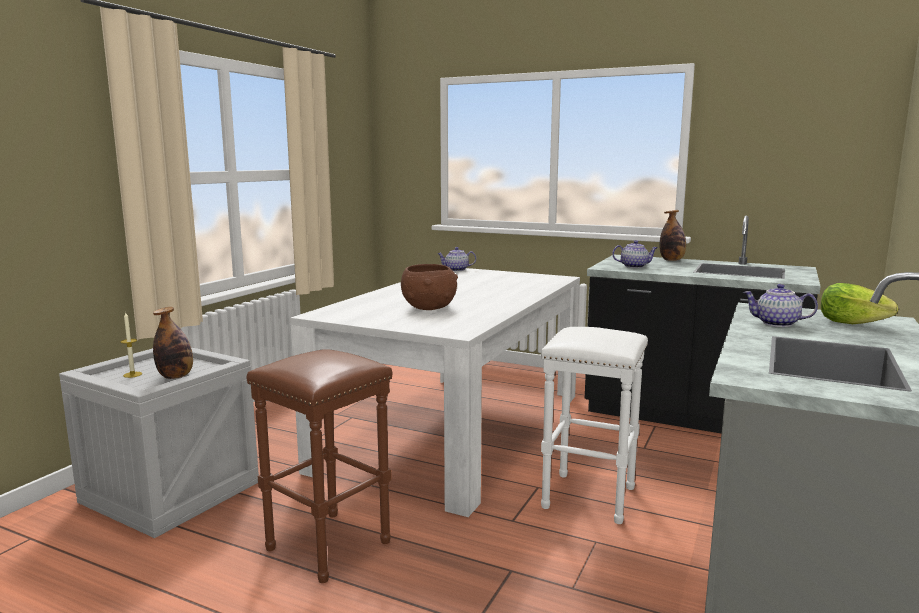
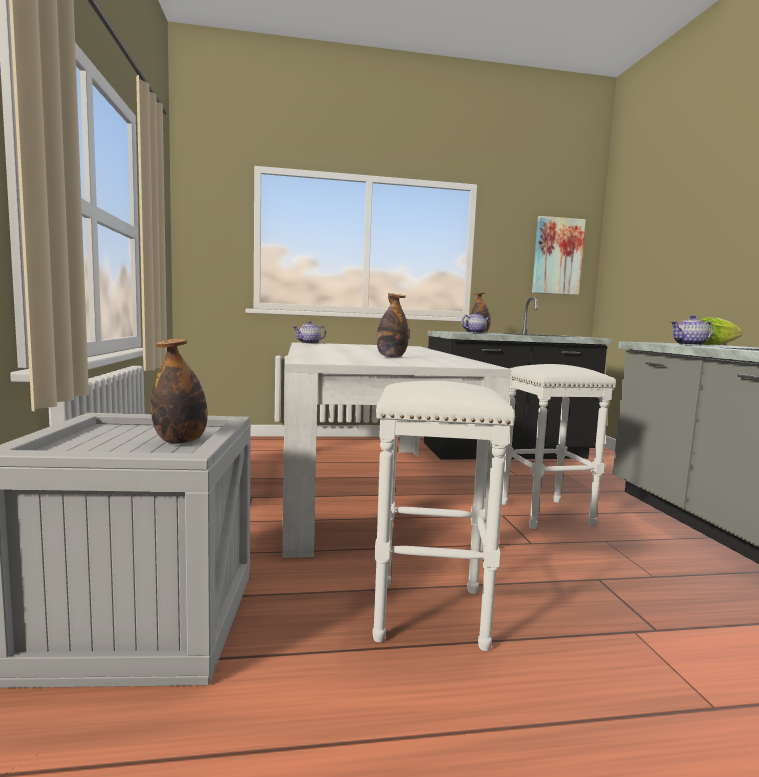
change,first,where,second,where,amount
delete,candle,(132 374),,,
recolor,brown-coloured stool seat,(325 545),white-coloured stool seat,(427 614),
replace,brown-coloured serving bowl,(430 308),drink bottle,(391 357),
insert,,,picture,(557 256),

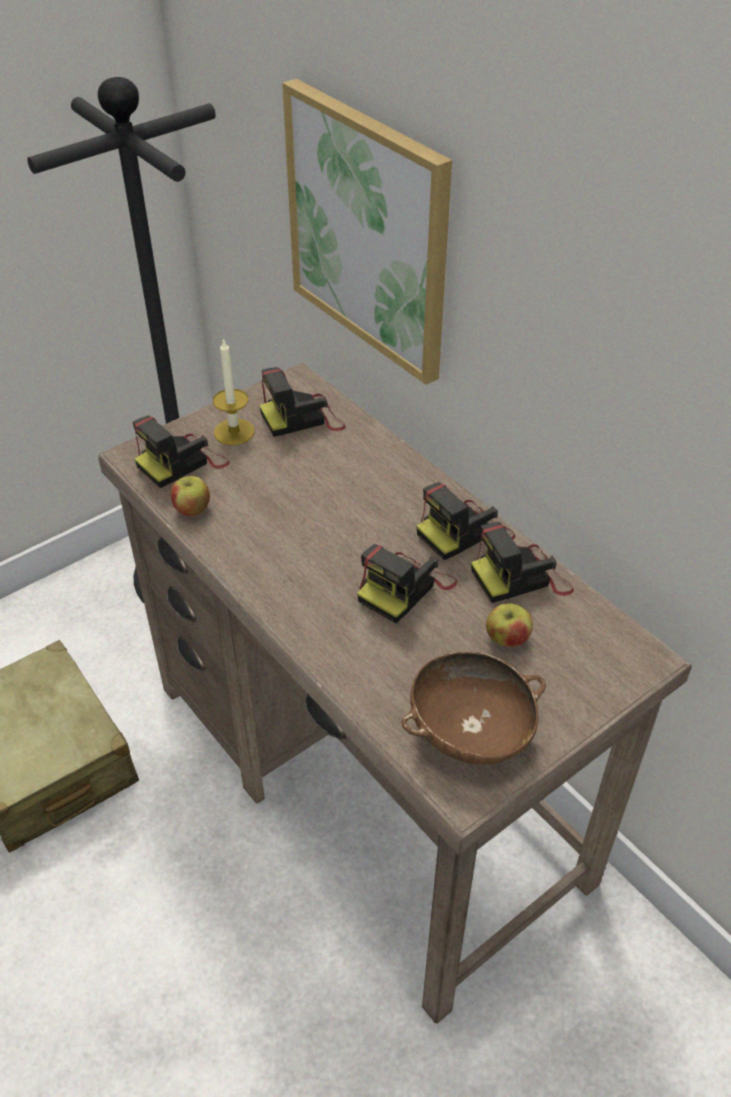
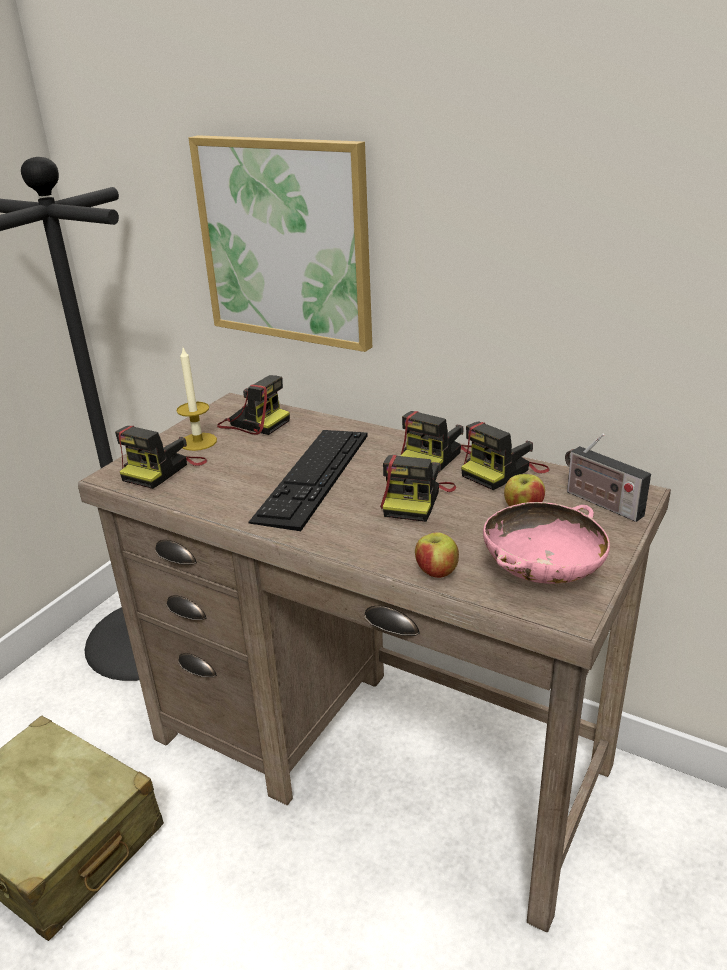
change,first,where,second,where,amount
move,apple,(192 509),,(436 572),
rotate,photo camera,(303 418),,(253 422),105 degrees counterclockwise
recolor,brown-coloured serving bowl,(470 732),pink-coloured serving bowl,(542 572),
insert,,,computer keyboard,(313 476),
insert,,,radio,(600 503),

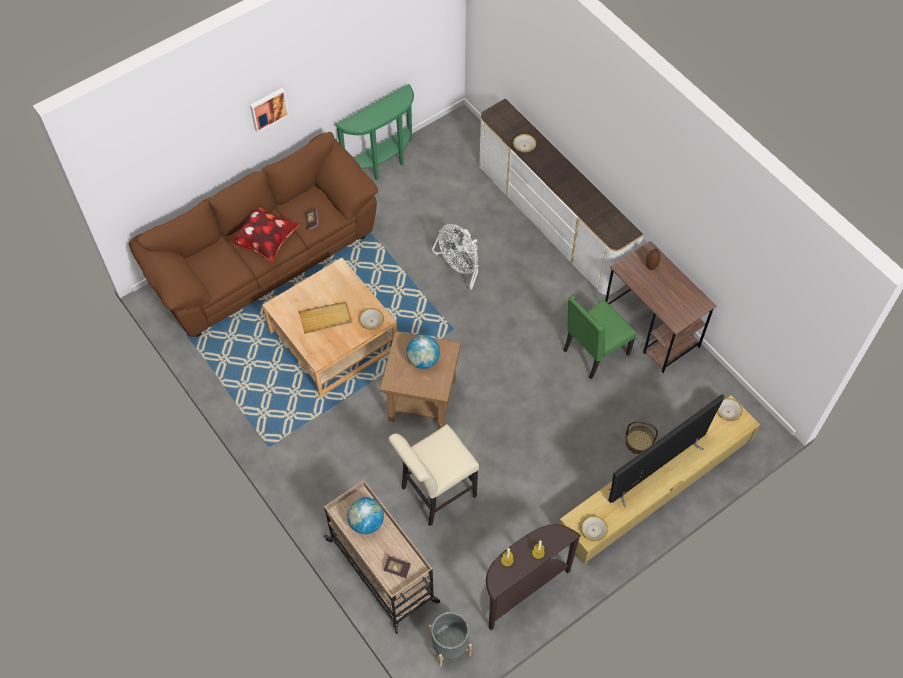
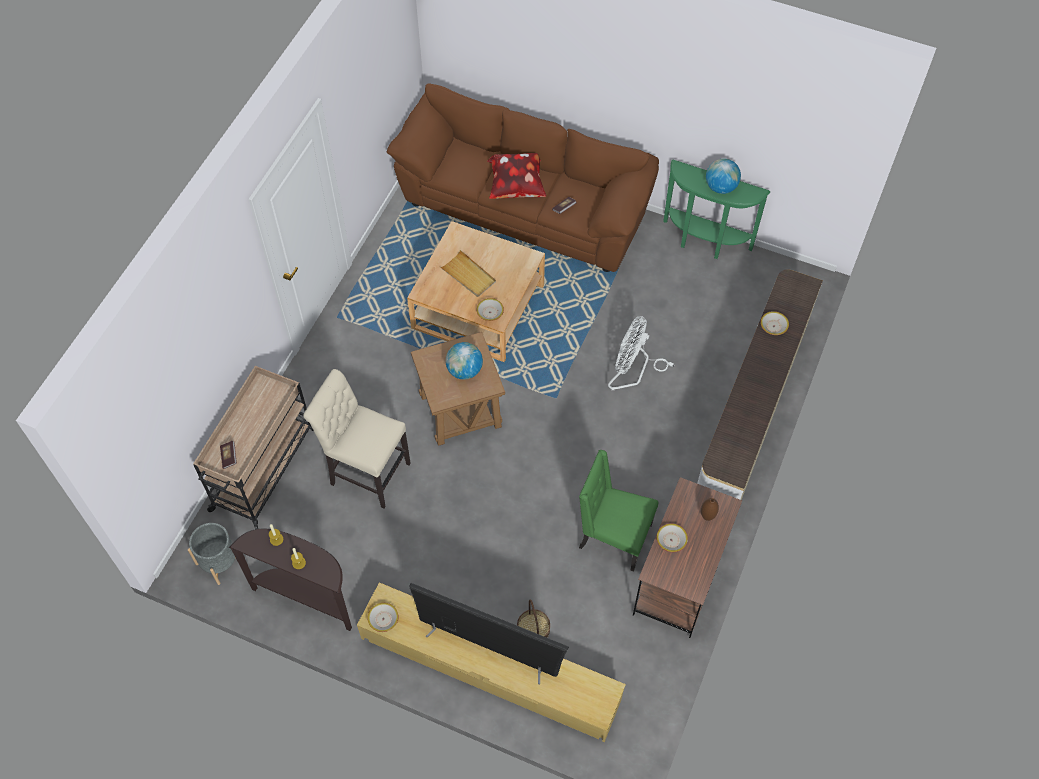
change,first,where,second,where,amount
delete,picture,(268 109),,,
move,globe,(366 522),,(720 187),
move,serving bowl,(728 412),,(671 540),

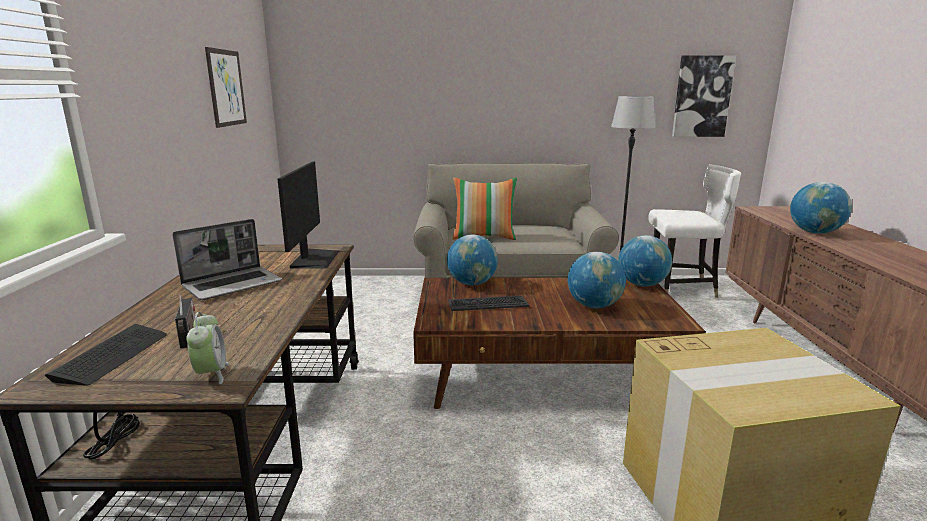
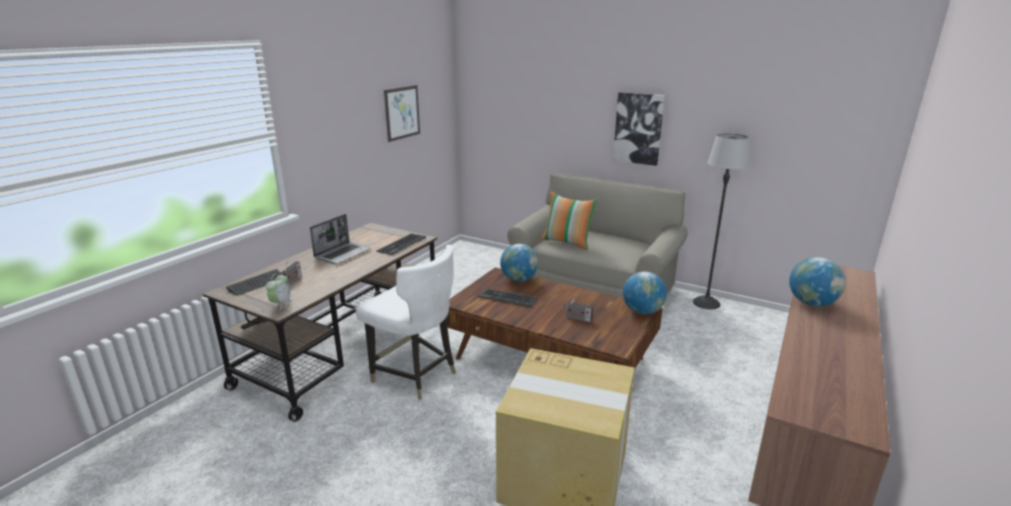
change,first,where,second,where,amount
rotate,notebook computer,(233 284),,(343 254),45 degrees counterclockwise
replace,computer screen,(314 259),computer keyboard,(401 244),
replace,globe,(594 306),radio,(577 318),
move,white-coloured plain chair,(682 288),,(415 375),
move,picture,(702 96),,(638 128),

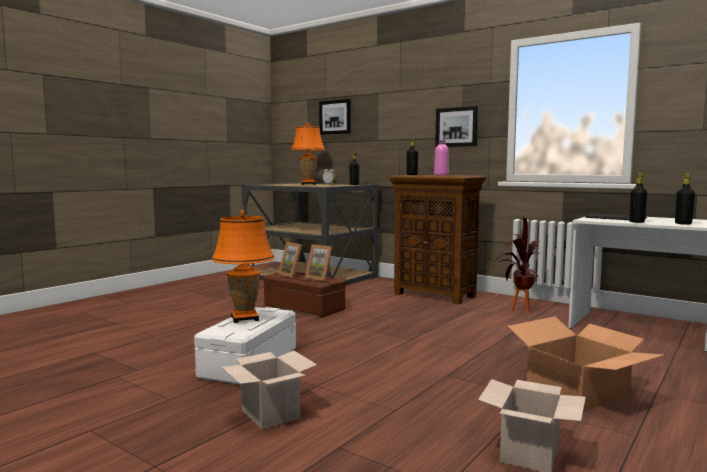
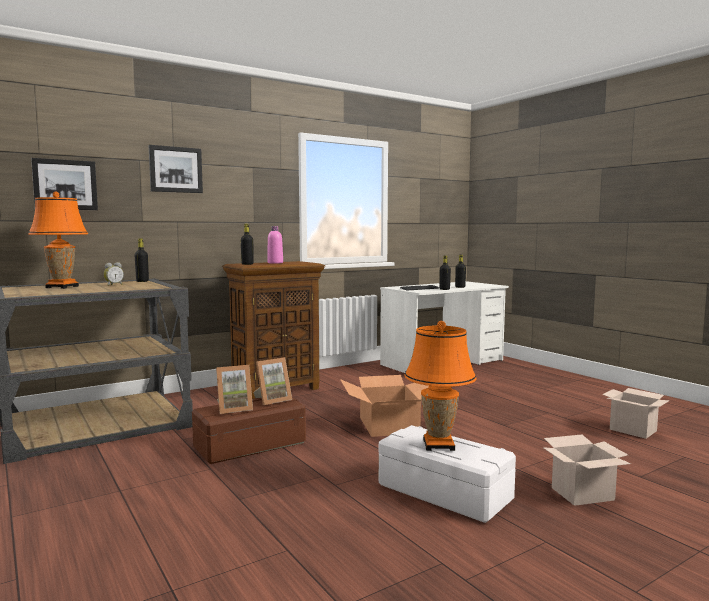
change,first,where,second,where,amount
move,picture,(456 127),,(175 169),
delete,plant in a pot,(516 311),,,
move,cardboard box,(578 391),,(389 425),

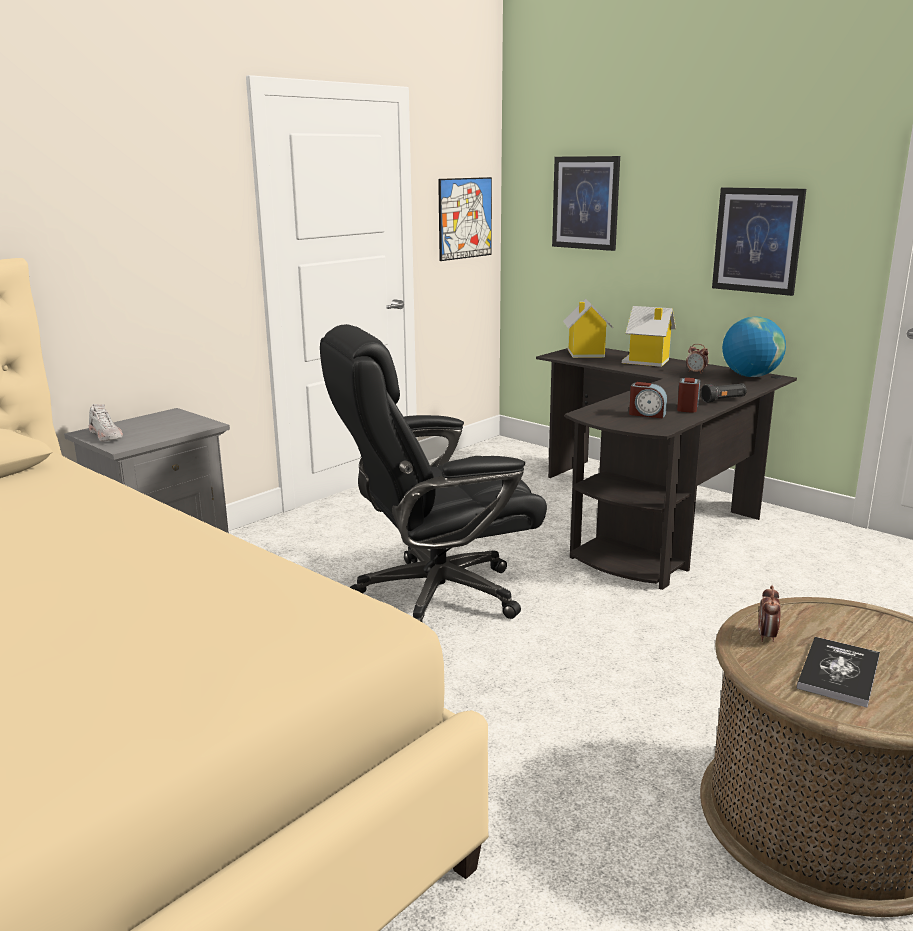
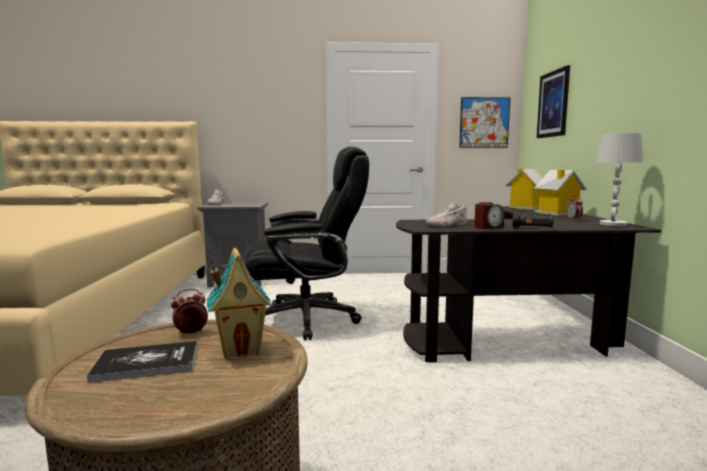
change,first,where,second,where,amount
rotate,black computer chair,(437 595),,(306 319),150 degrees clockwise
replace,table clock,(647 414),white-coloured low shoe,(446 225),
delete,picture,(757 240),,,
replace,globe,(750 376),white-coloured tabletop lamp,(613 224),
insert,,,miniature house,(241 349),

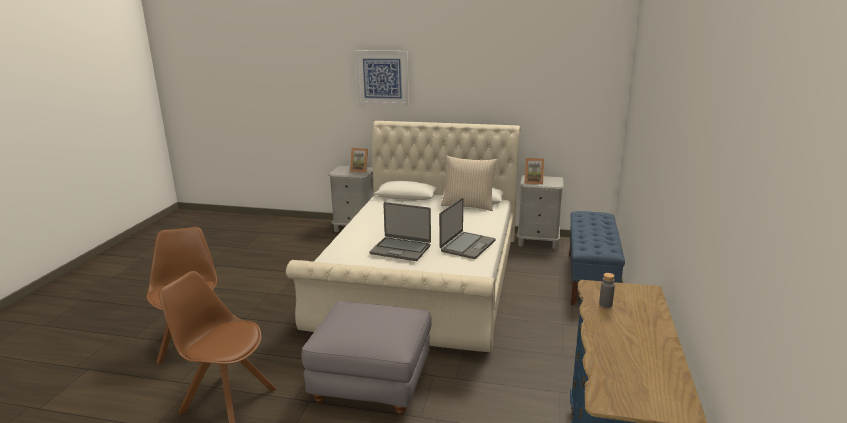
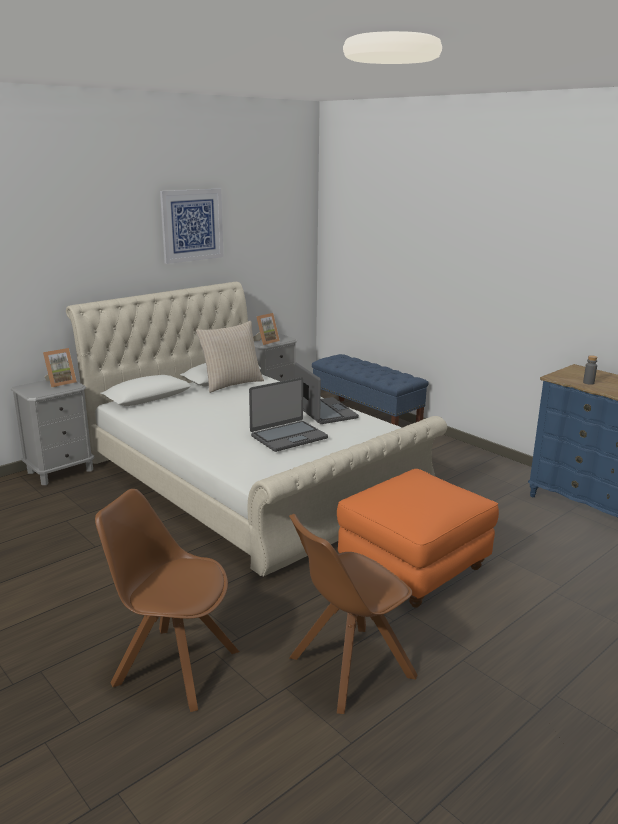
change,first,where,second,where,amount
recolor,grey ottoman,(372 383),orange ottoman,(413 568),
move,picture,(382 78),,(192 225),

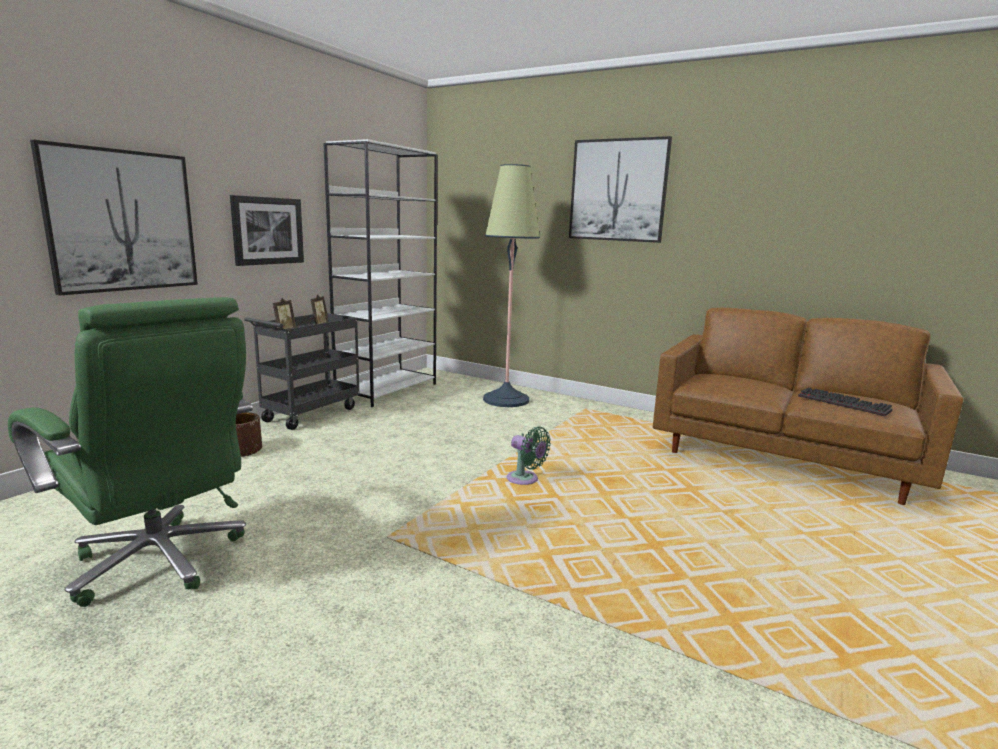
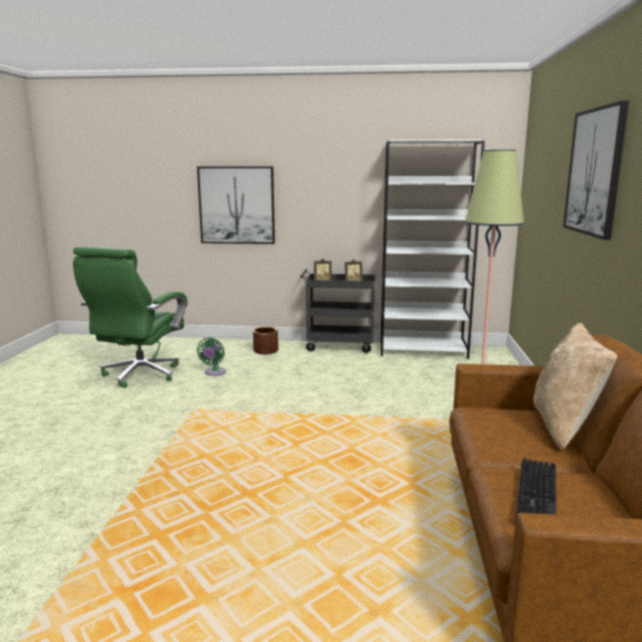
change,first,where,second,where,amount
delete,picture,(267 231),,,
move,greenish cooling fan,(525 480),,(214 373),
insert,,,sand-coloured cushion,(563 430),

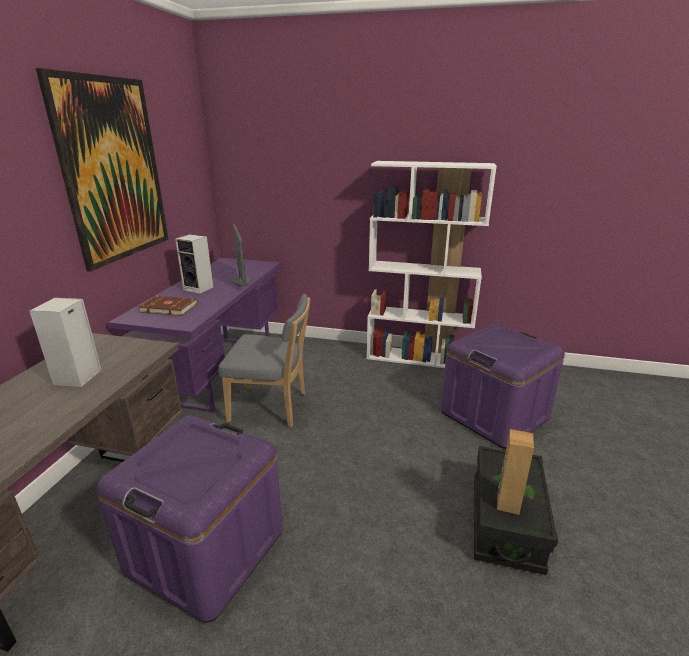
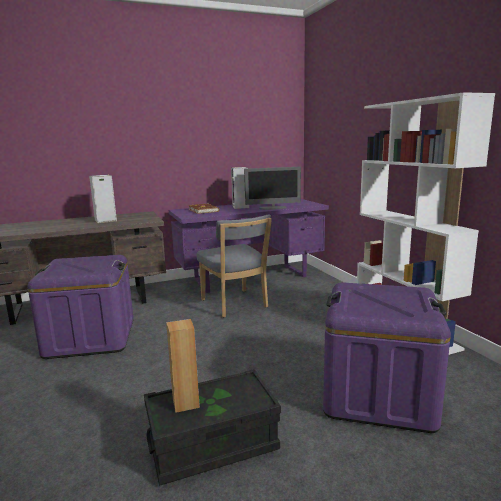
change,first,where,second,where,amount
delete,picture,(113 171),,,
rotate,computer screen,(241 280),,(273 208),45 degrees clockwise

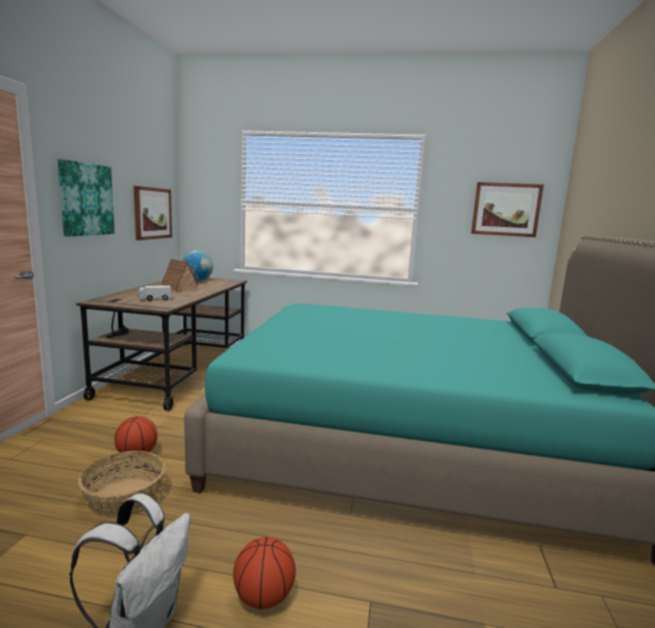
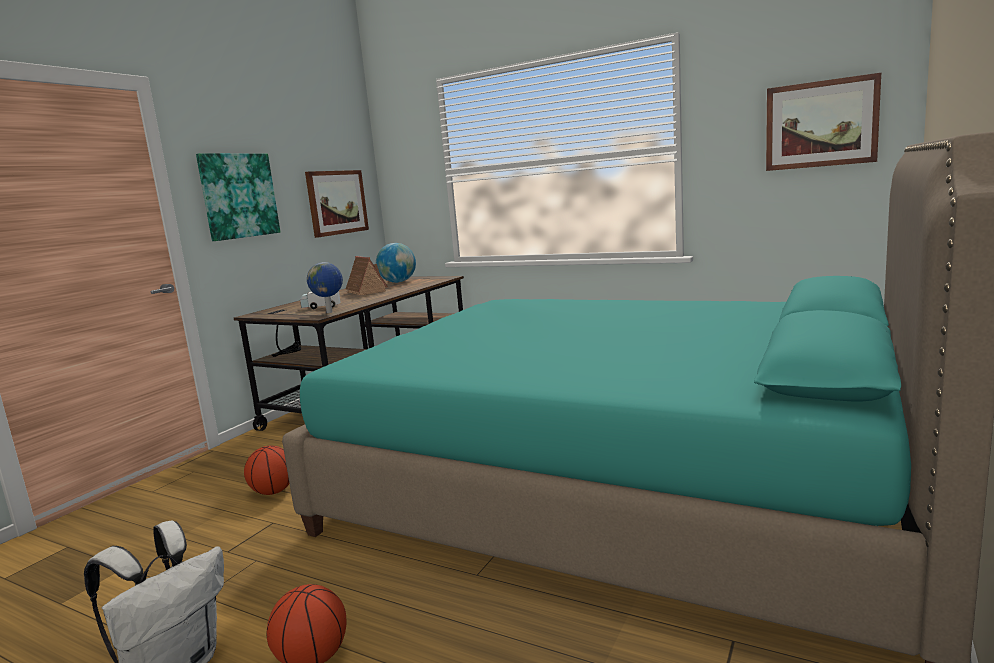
change,first,where,second,where,amount
delete,storage basket,(124 497),,,
insert,,,globe,(330 312),

